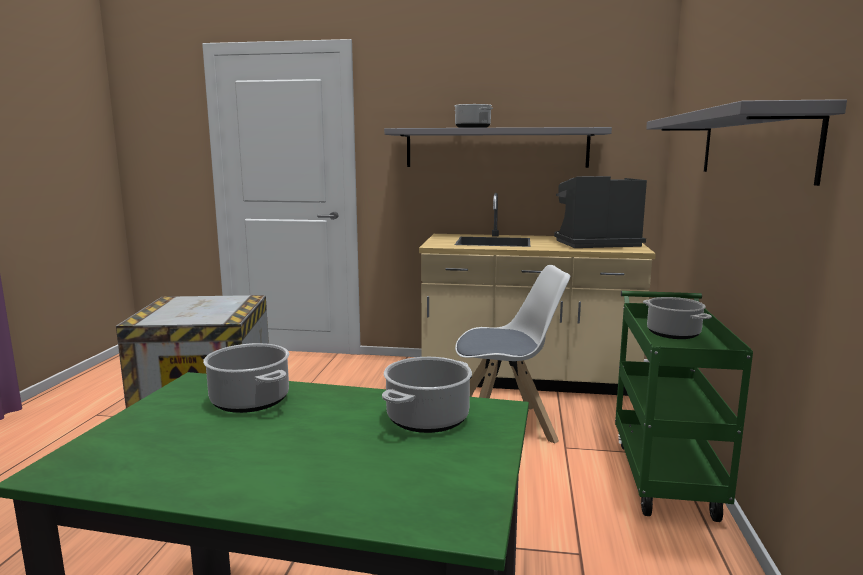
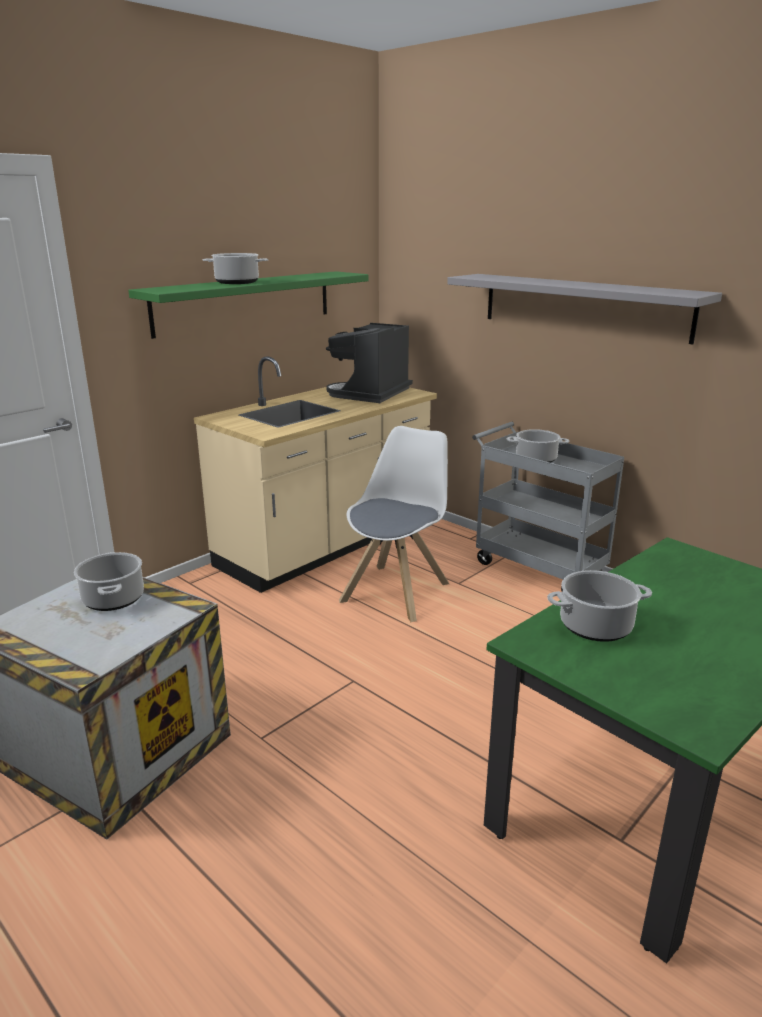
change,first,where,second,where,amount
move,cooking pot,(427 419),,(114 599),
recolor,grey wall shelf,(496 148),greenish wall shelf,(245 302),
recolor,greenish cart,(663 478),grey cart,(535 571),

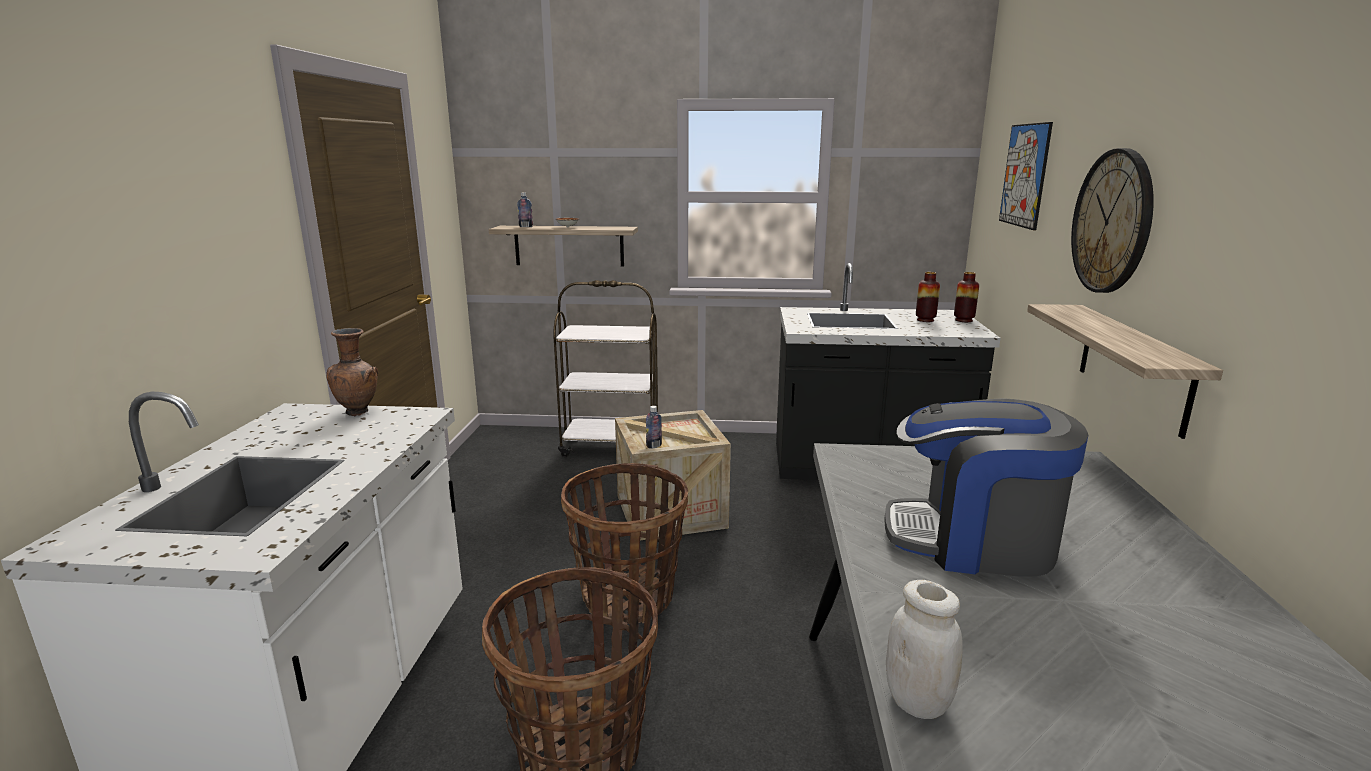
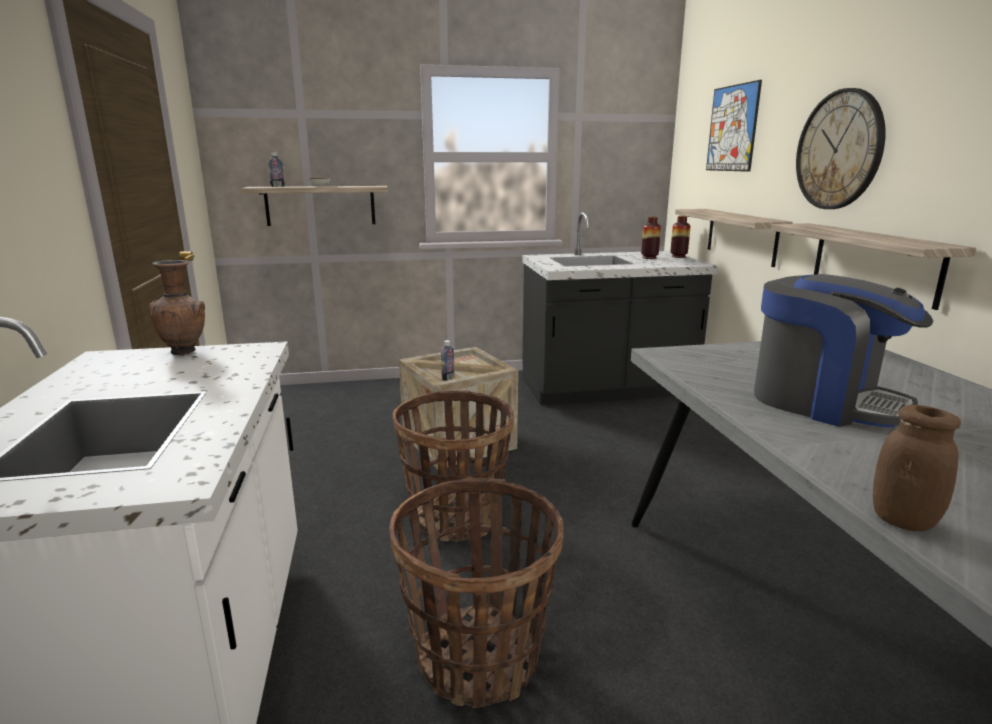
change,first,where,second,where,amount
delete,white-coloured cart,(611 449),,,
rotate,coffee maker,(973 541),,(823 402),135 degrees counterclockwise
recolor,white-coloured preserve jar,(917 702),brown-coloured preserve jar,(903 520),
insert,,,wall shelf,(741 236),

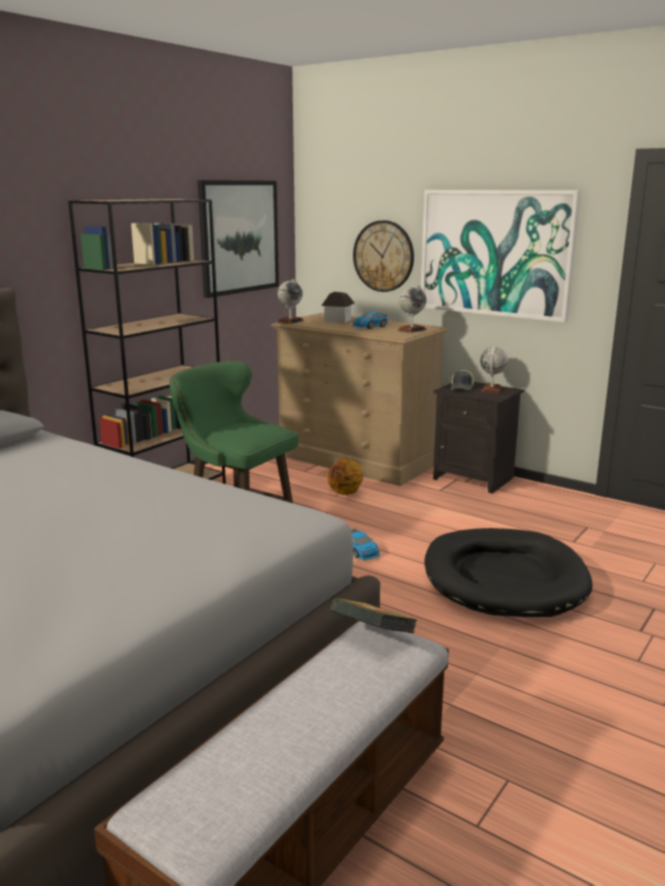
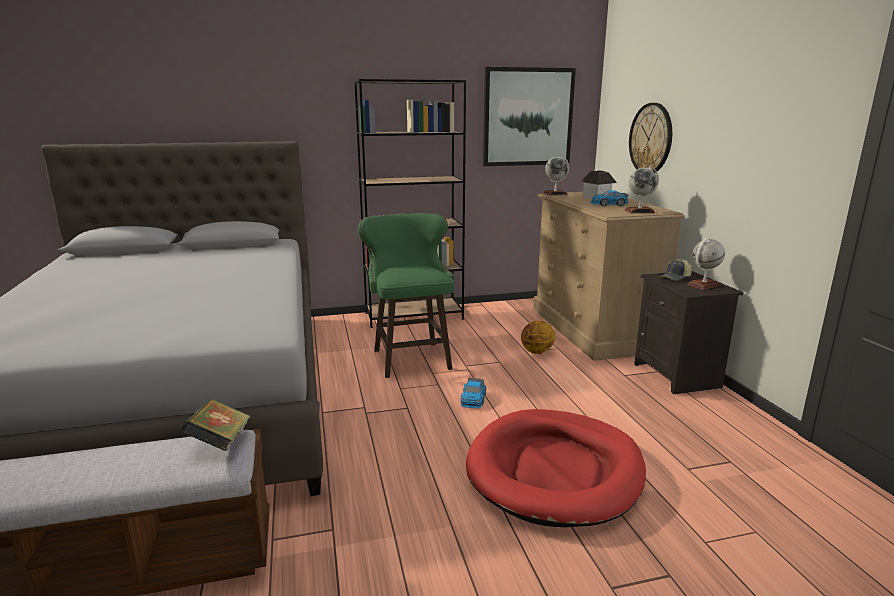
change,first,where,second,where,amount
delete,picture,(495 253),,,
recolor,black dog bed,(504 578),reddish dog bed,(555 470),

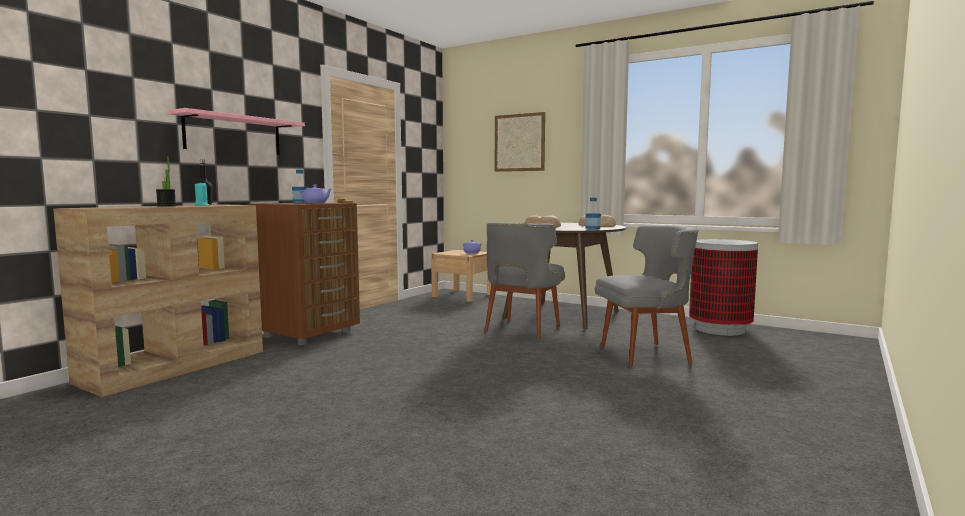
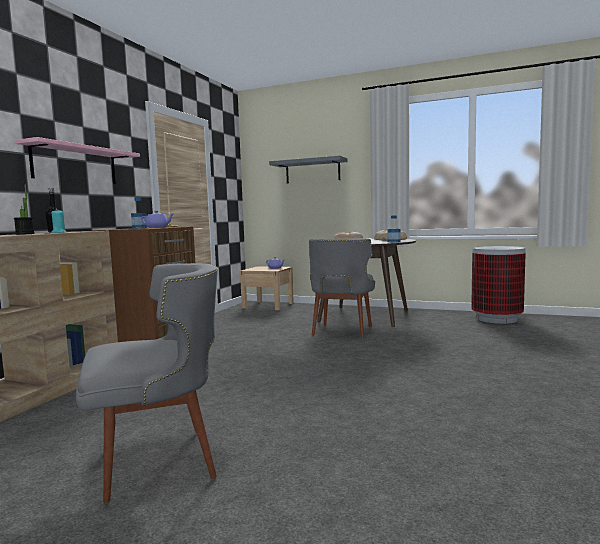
change,first,where,second,where,amount
replace,picture,(519 142),grey wall shelf,(312 171),
move,grey plain chair,(643 355),,(157 463),

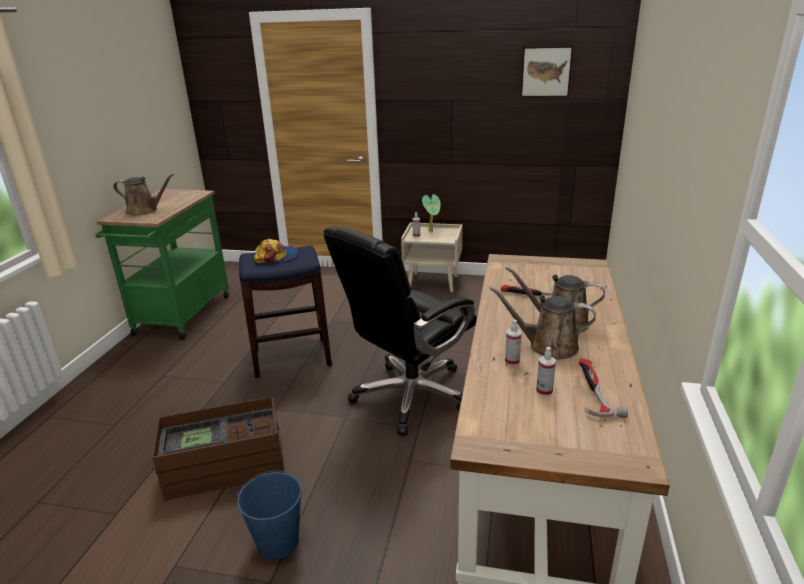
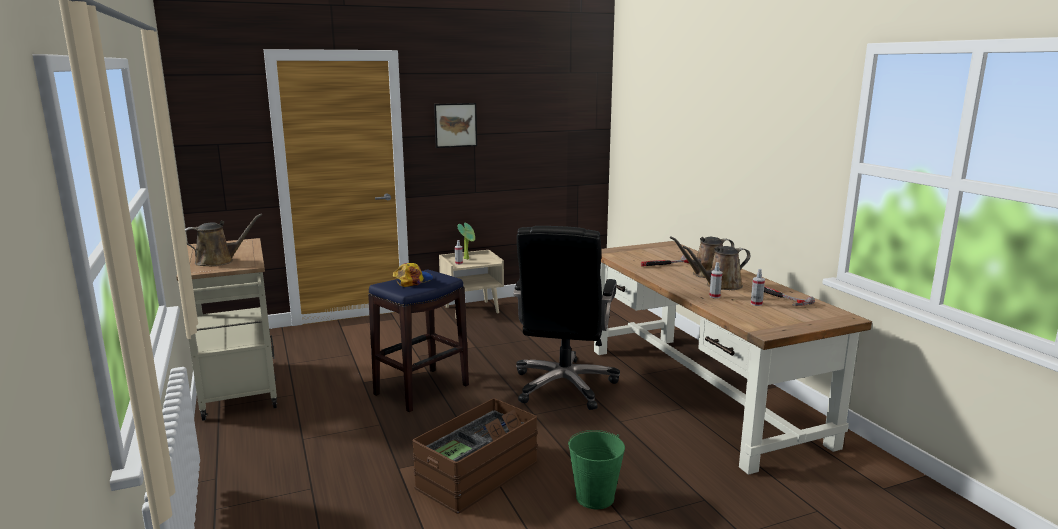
change,first,where,second,where,amount
recolor,greenish cart,(181 316),sand-coloured cart,(239 391),
recolor,bluish pail,(278 542),greenish pail,(595 497),
move,picture,(546 72),,(455 125),

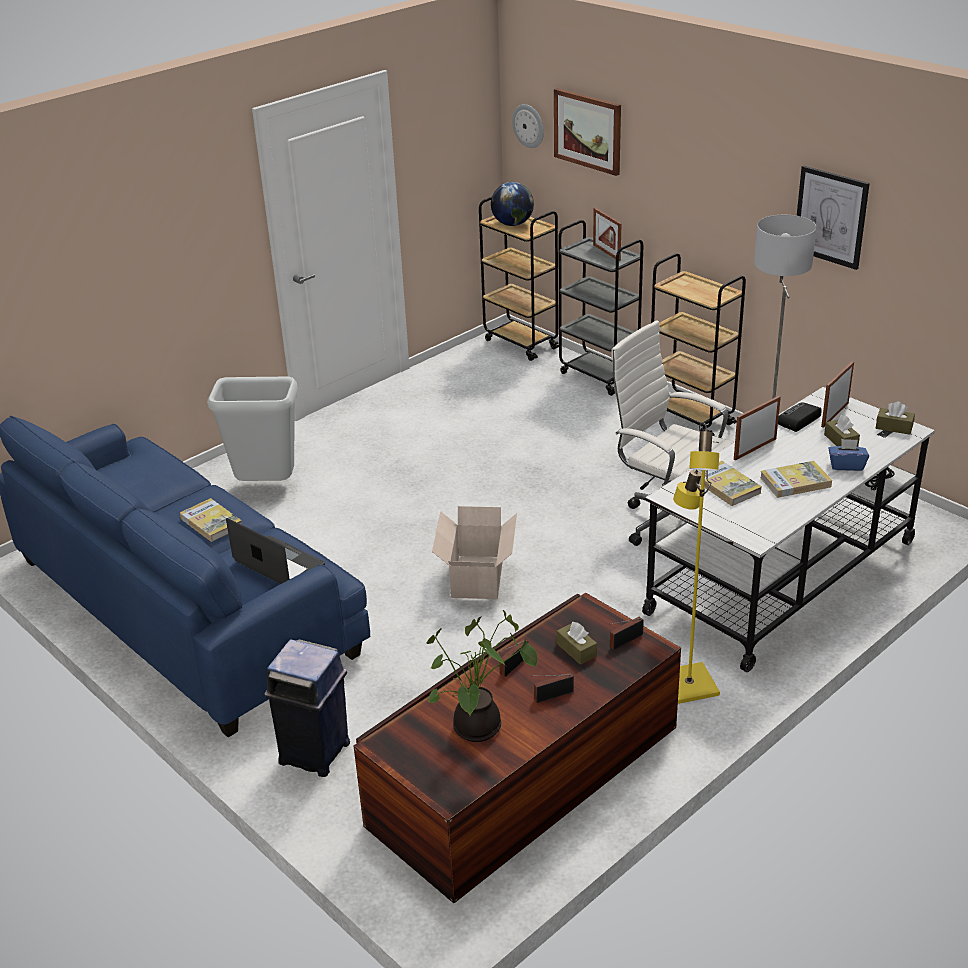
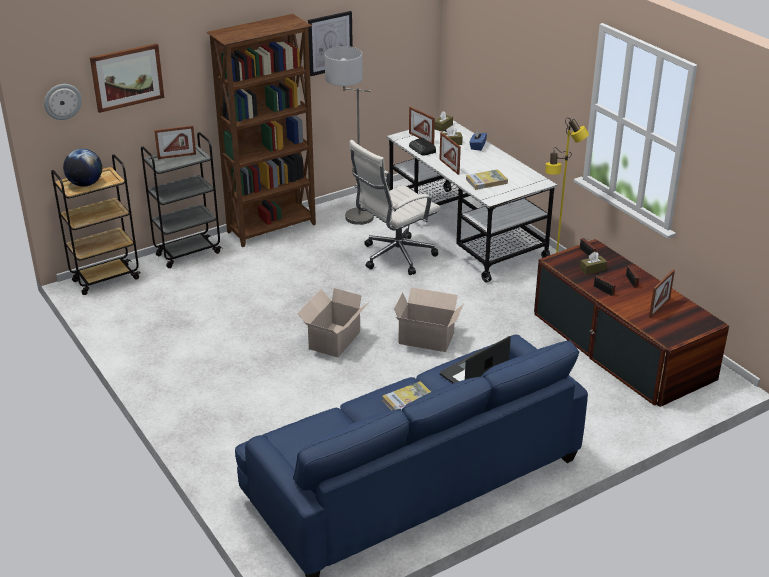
change,first,where,second,where,amount
delete,grey trash can,(266 487),,,
delete,bluish trash can,(316 753),,,
replace,plant in a pot,(478 730),photo frame,(659 308),
replace,brown-coloured cart,(692 419),brown-coloured bookshelf,(272 228),
delete,volume,(795 482),,,
insert,,,cardboard box,(333 341),

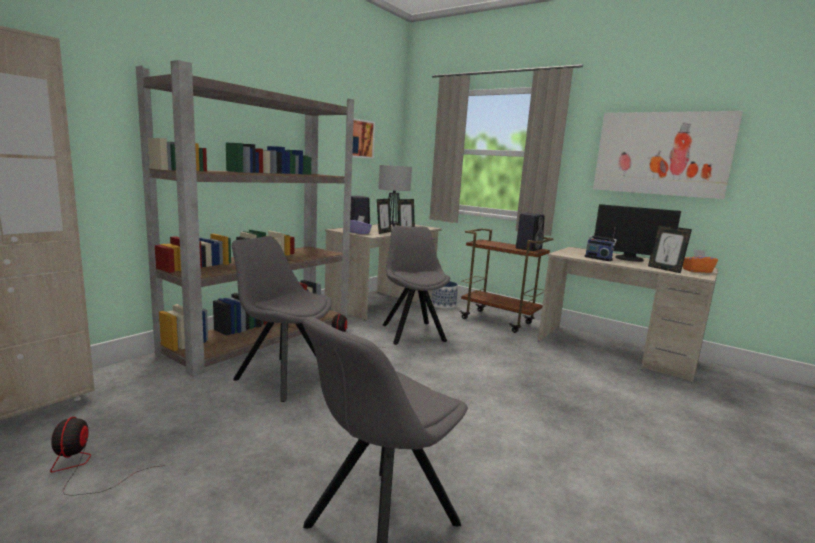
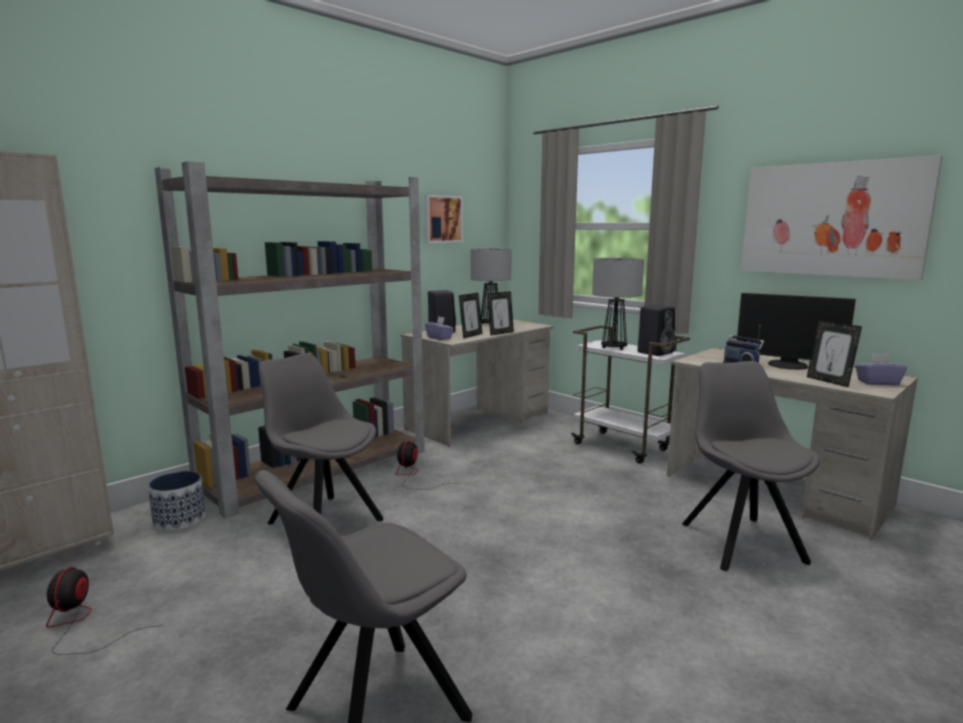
change,first,where,second,where,amount
move,grey plain chair,(412 333),,(740 542),
move,plant pot,(443 305),,(180 520),
recolor,brown-coloured cart,(499 322),white-coloured cart,(623 448),
recolor,orange tissue holder,(696 271),purple-coloured tissue holder,(877 382),
insert,,,tabletop lamp,(613 348),

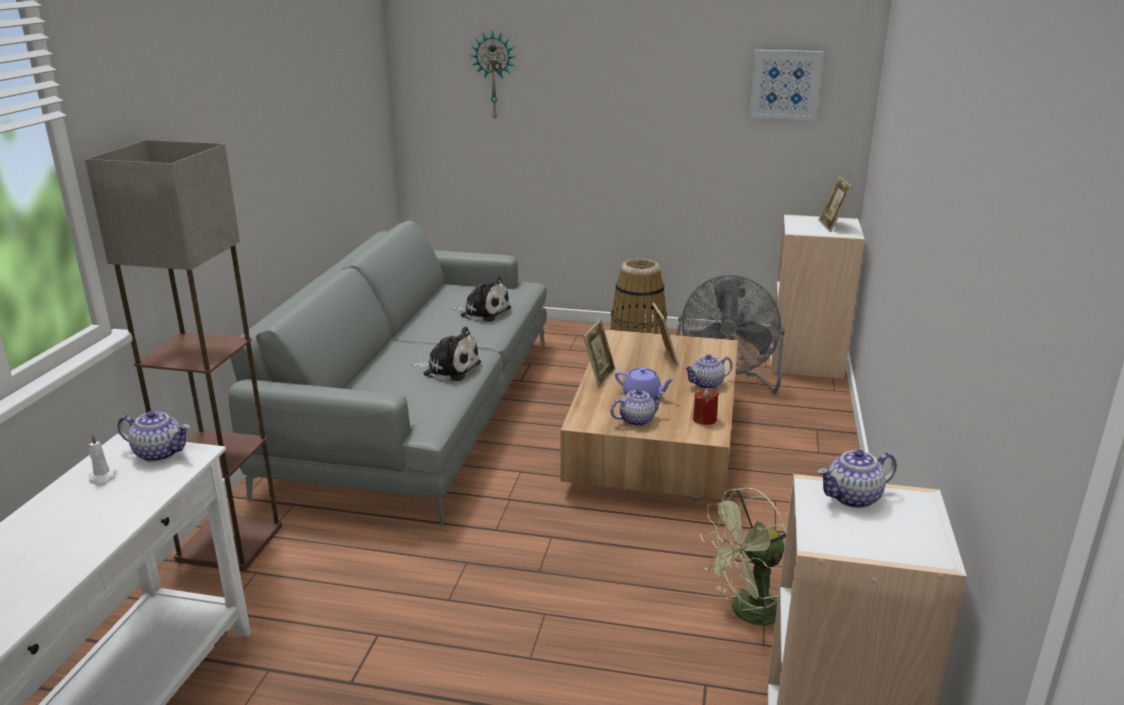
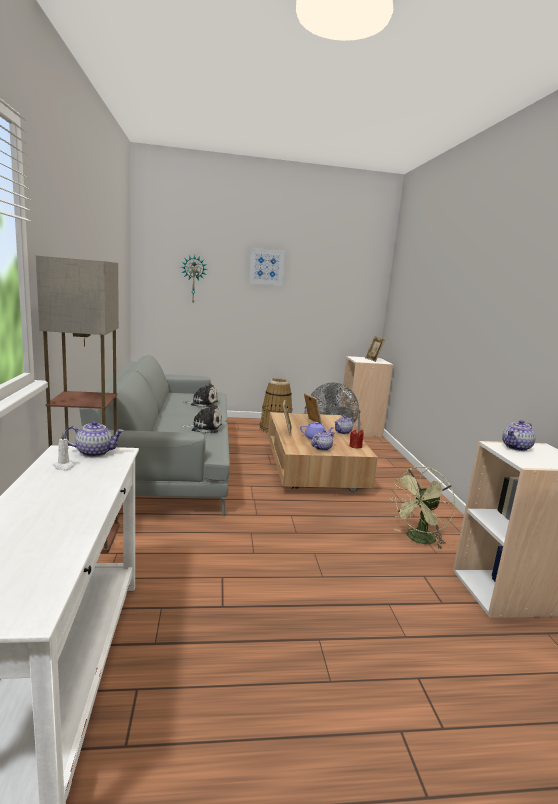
change,first,where,second,where,amount
move,picture,(785 84),,(266 267),

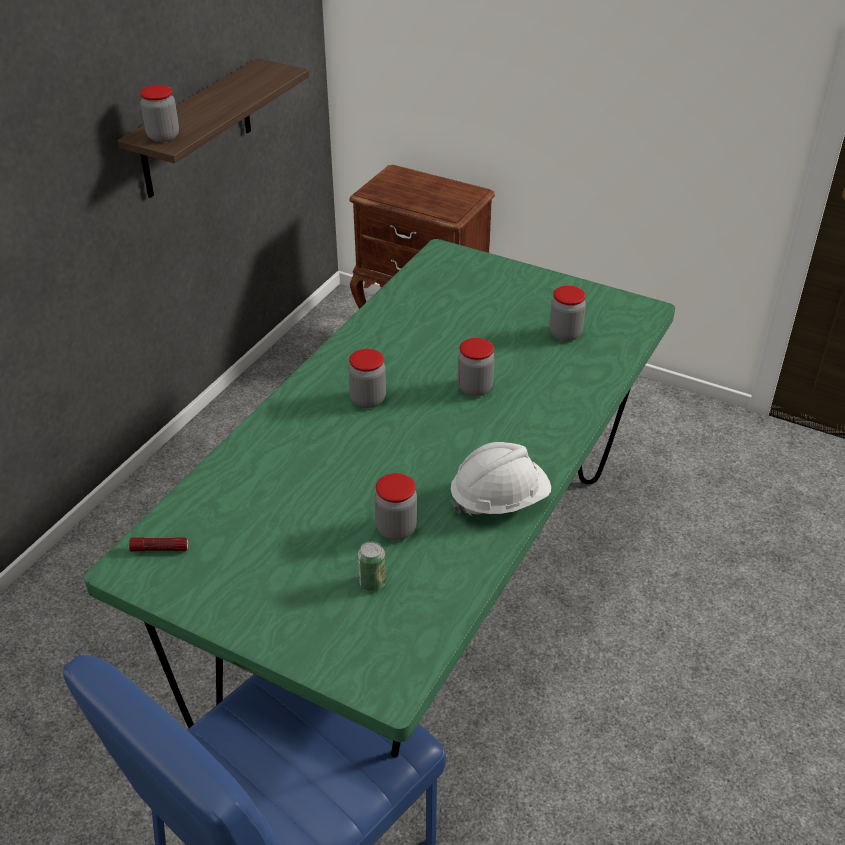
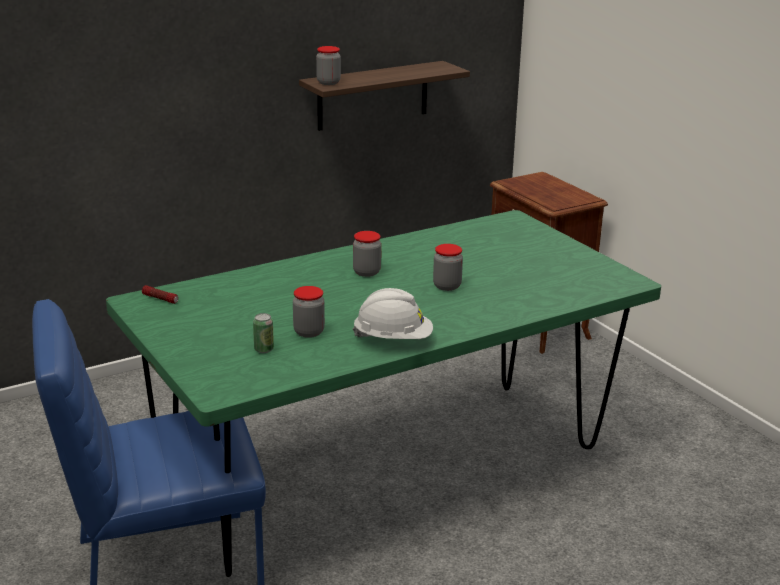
change,first,where,second,where,amount
delete,preserve jar,(565 334),,,

